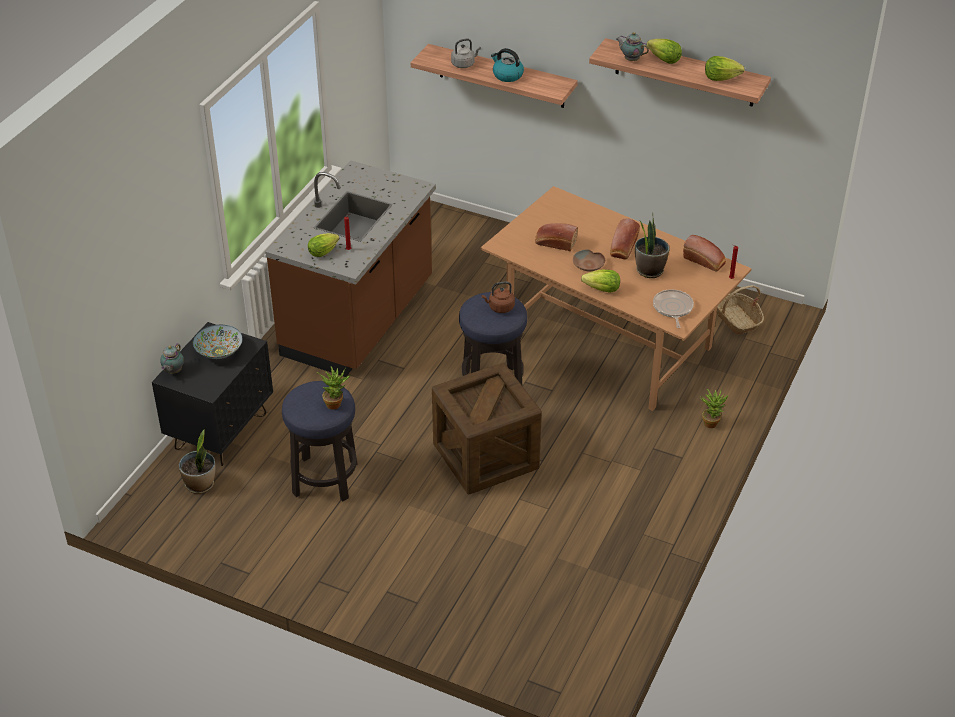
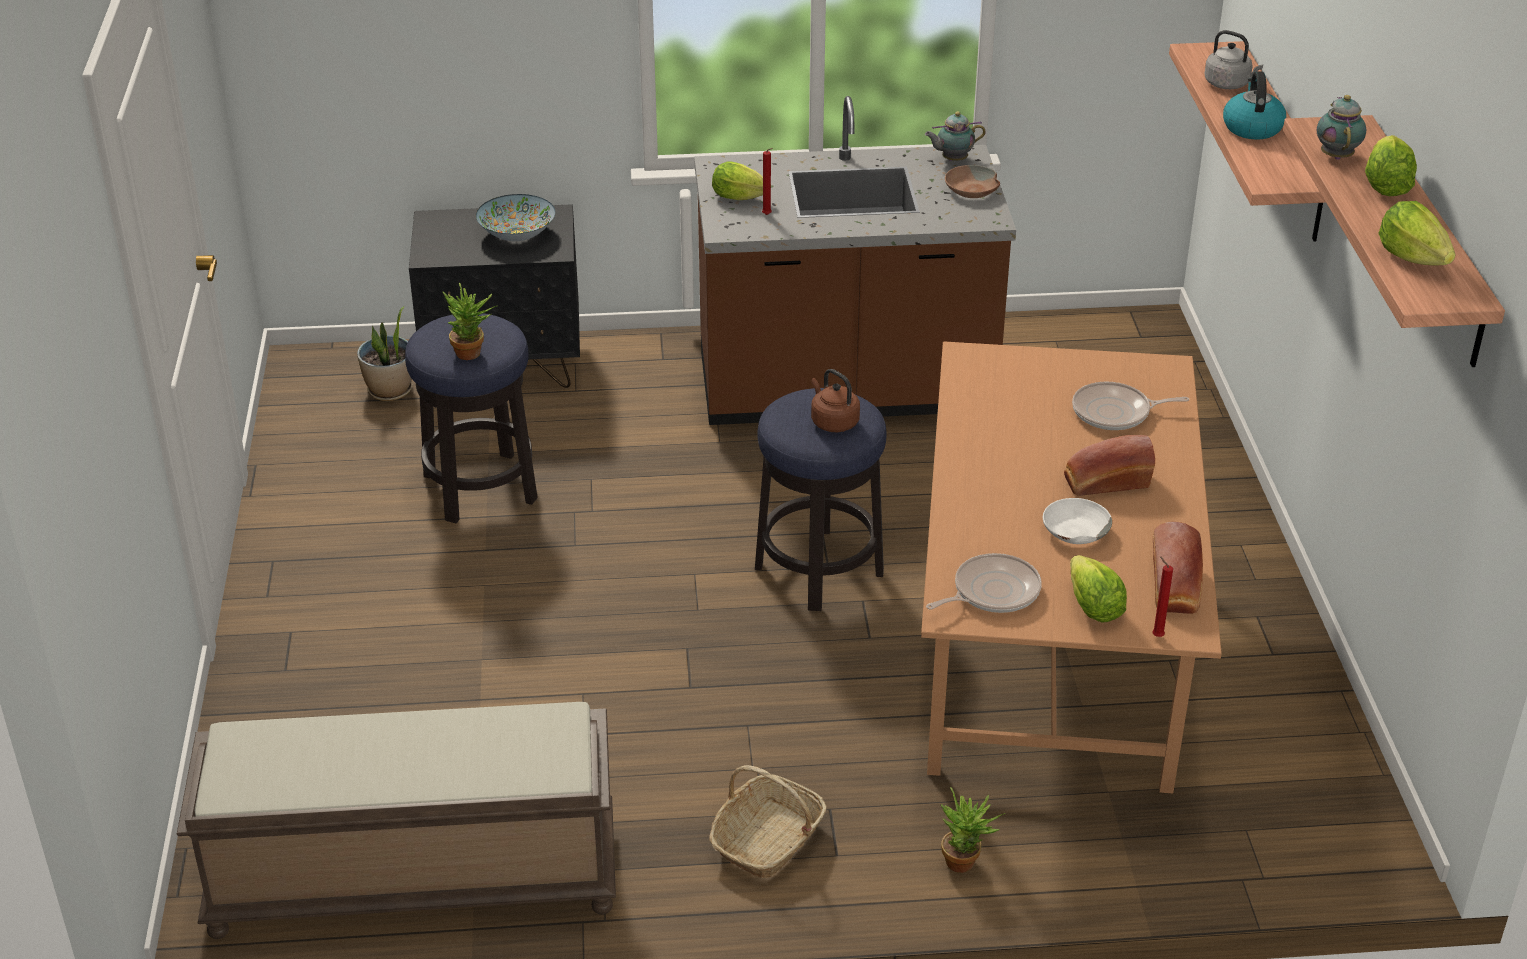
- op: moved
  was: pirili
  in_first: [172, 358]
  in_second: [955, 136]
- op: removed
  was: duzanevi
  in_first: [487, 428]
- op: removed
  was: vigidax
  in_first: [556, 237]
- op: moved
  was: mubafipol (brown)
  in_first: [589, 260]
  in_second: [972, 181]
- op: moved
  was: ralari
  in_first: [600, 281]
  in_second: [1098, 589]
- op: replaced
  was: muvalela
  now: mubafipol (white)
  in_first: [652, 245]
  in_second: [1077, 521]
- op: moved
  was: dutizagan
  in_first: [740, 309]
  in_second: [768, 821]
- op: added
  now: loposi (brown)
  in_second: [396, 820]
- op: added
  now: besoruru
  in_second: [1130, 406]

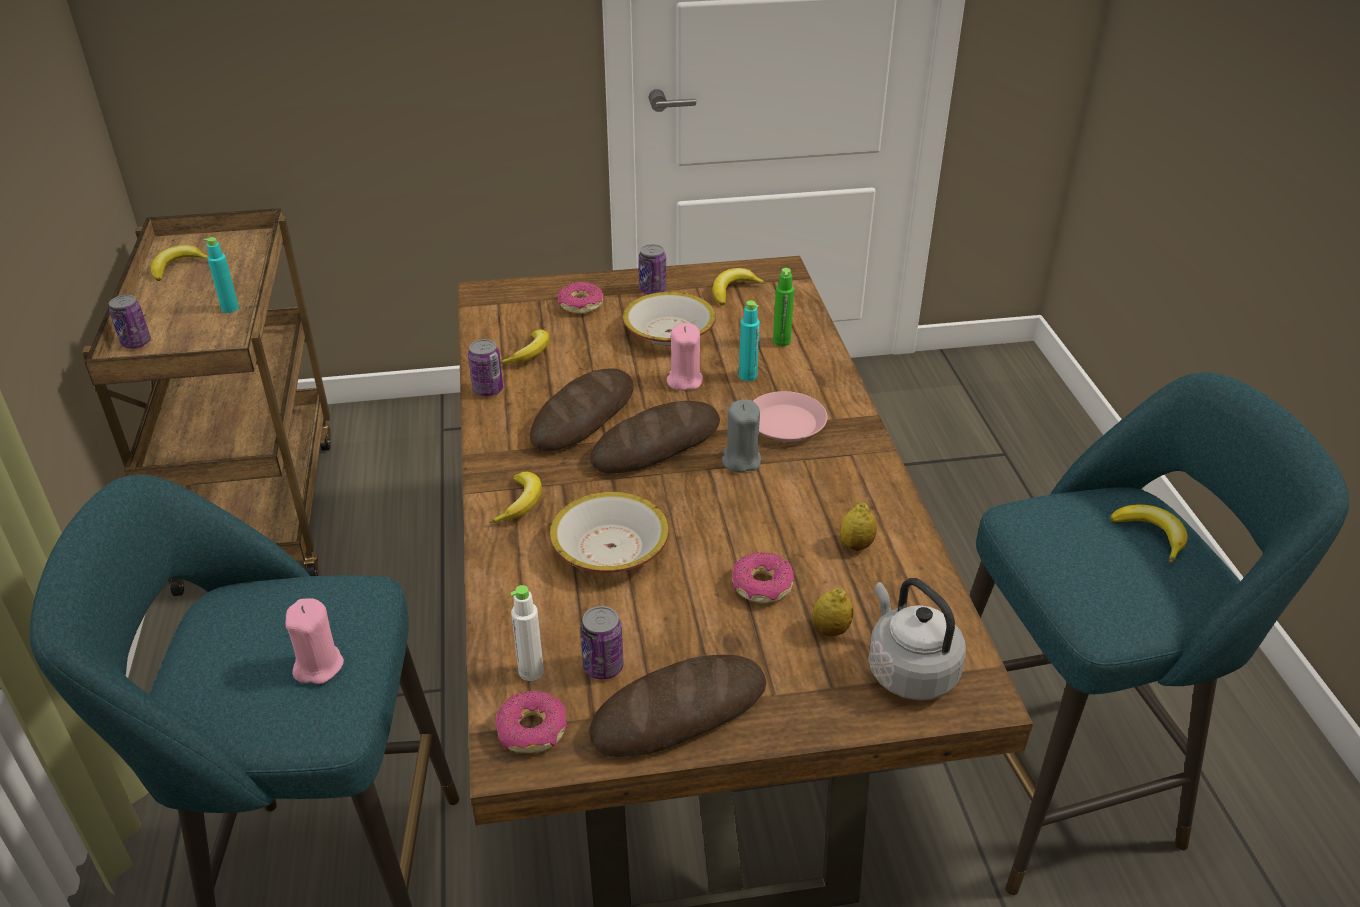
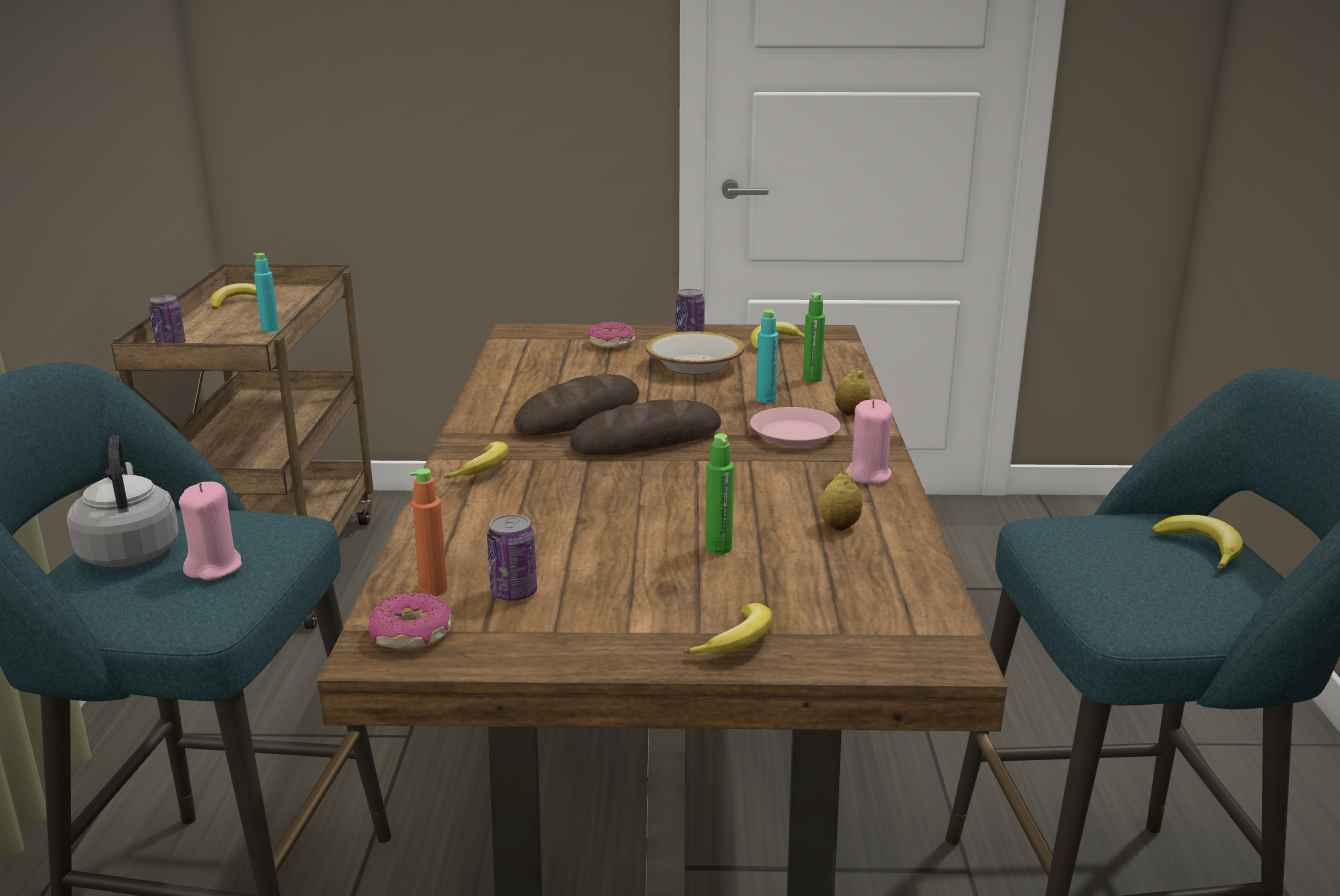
- op: removed
  was: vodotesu
  in_first: [485, 367]
- op: moved
  was: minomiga
  in_first: [525, 346]
  in_second: [727, 628]
- op: recoloured
  was: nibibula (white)
  now: nibibula (orange)
  in_first: [527, 633]
  in_second: [429, 532]
- op: removed
  was: mubafipol
  in_first: [609, 532]
- op: removed
  was: vigidax
  in_first: [677, 706]
- op: moved
  was: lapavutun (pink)
  in_first: [685, 357]
  in_second: [868, 441]
- op: removed
  was: lapavutun (grey)
  in_first: [741, 436]
- op: replaced
  was: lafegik
  now: nibibula (green)
  in_first: [763, 577]
  in_second: [720, 493]
- op: moved
  was: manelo
  in_first: [832, 612]
  in_second: [852, 392]
- op: moved
  was: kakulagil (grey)
  in_first: [917, 639]
  in_second: [123, 501]

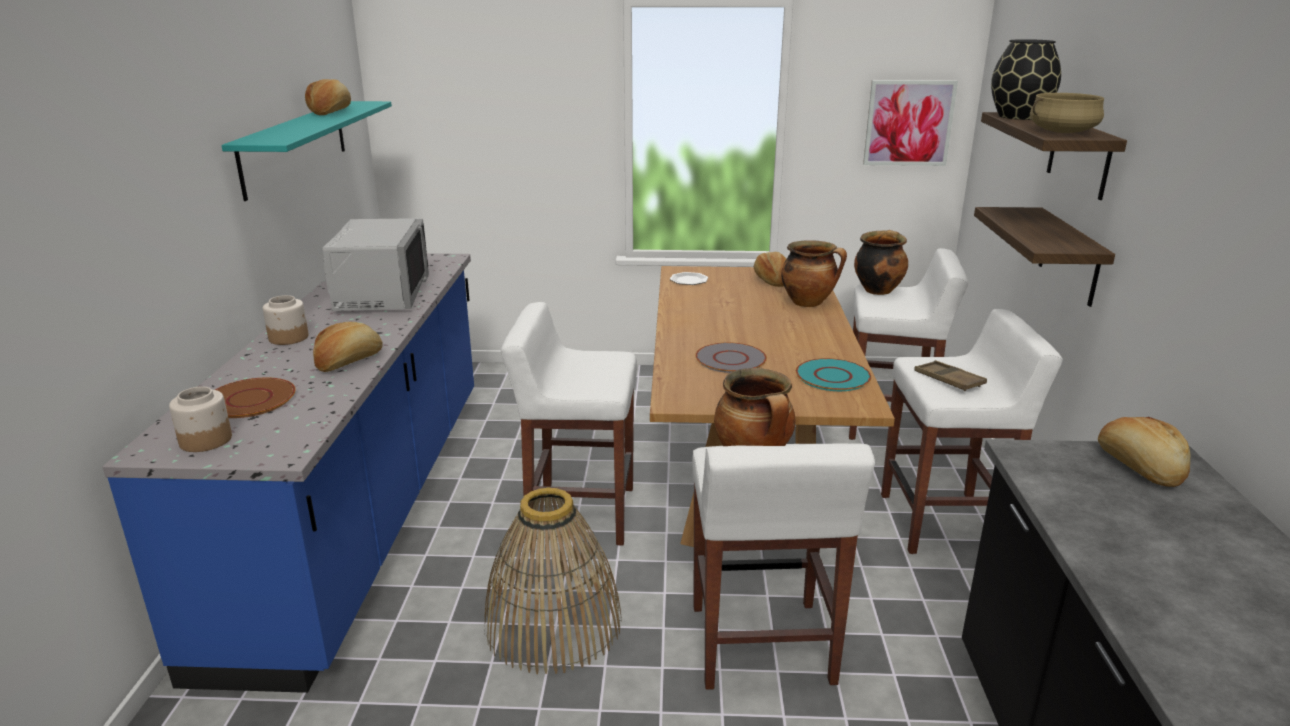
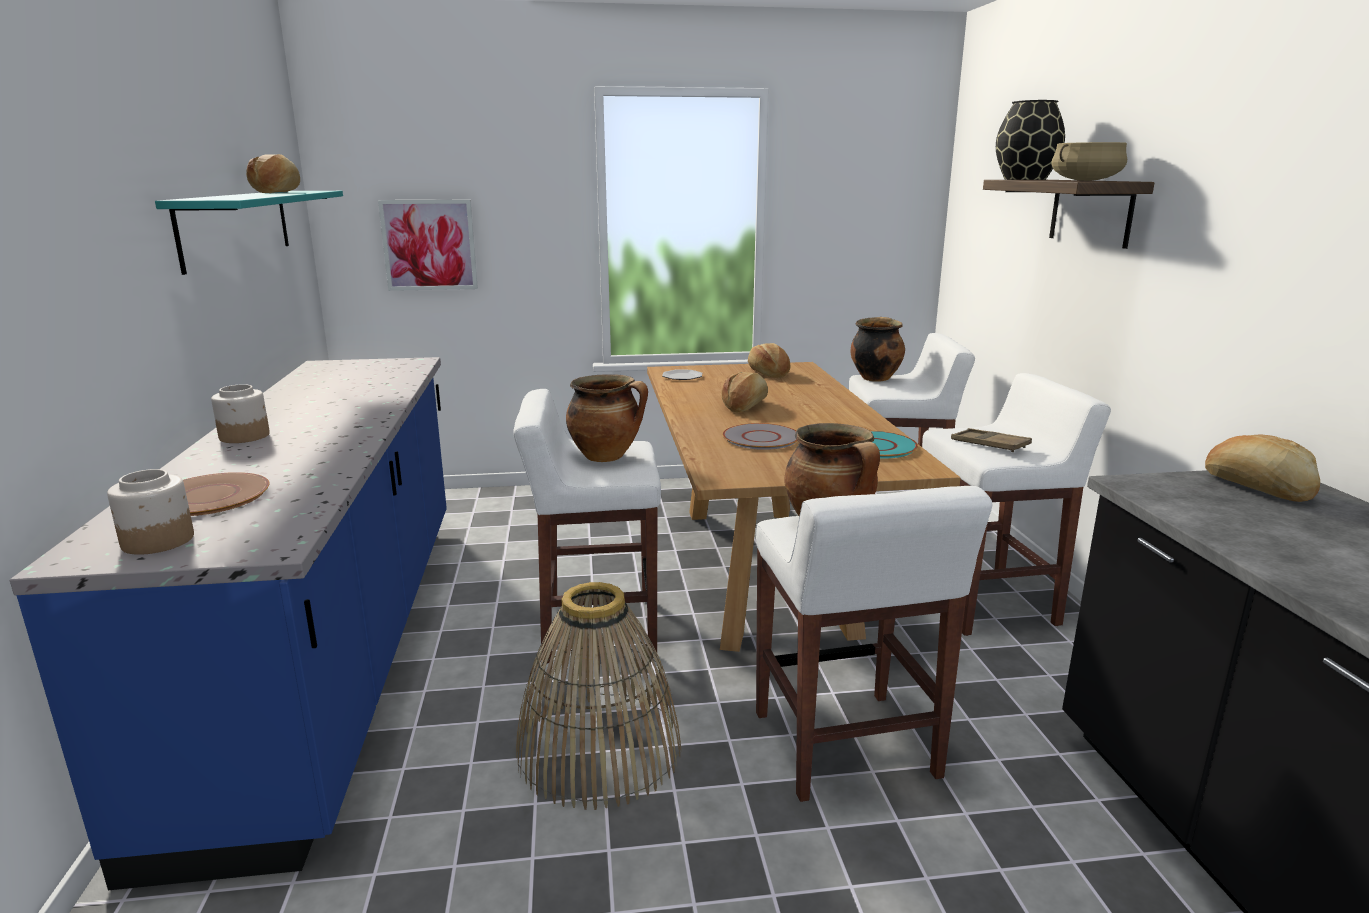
- op: moved
  was: vigidax
  in_first: [348, 347]
  in_second: [744, 392]
- op: removed
  was: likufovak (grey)
  in_first: [376, 264]
- op: moved
  was: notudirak
  in_first: [814, 273]
  in_second: [607, 418]
- op: moved
  was: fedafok
  in_first: [910, 123]
  in_second: [428, 245]
- op: removed
  was: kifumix
  in_first: [1044, 257]

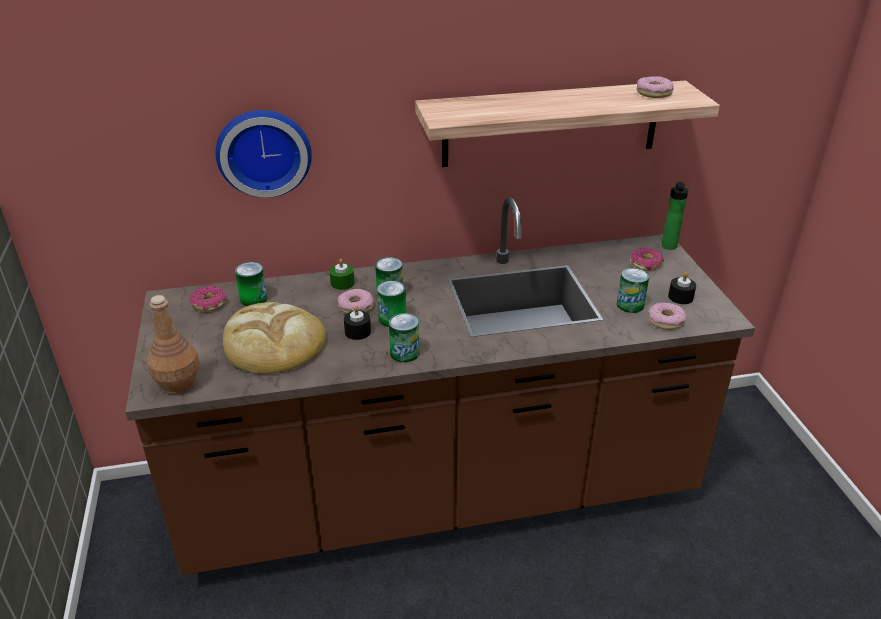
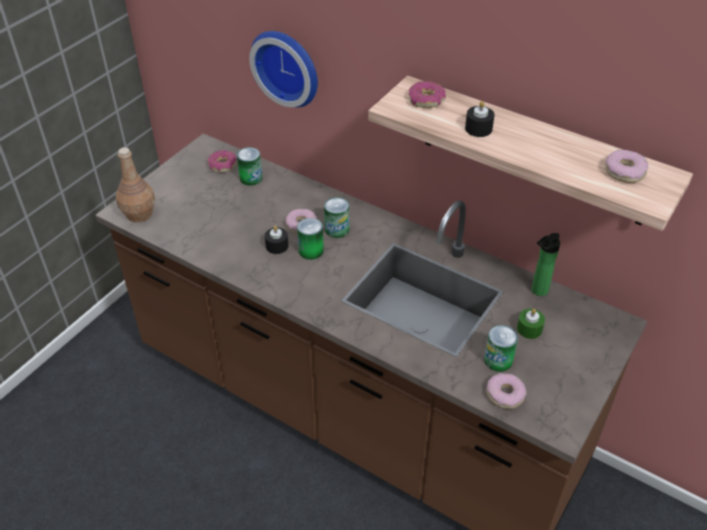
- op: removed
  was: vigidax
  in_first: [274, 338]
- op: moved
  was: lapavutun (green)
  in_first: [342, 274]
  in_second: [531, 324]
- op: removed
  was: vodotesu
  in_first: [404, 338]
- op: moved
  was: lafegik
  in_first: [647, 259]
  in_second: [427, 94]
- op: moved
  was: nibibula
  in_first: [674, 216]
  in_second: [546, 264]
- op: moved
  was: lapavutun (black)
  in_first: [682, 288]
  in_second: [480, 119]

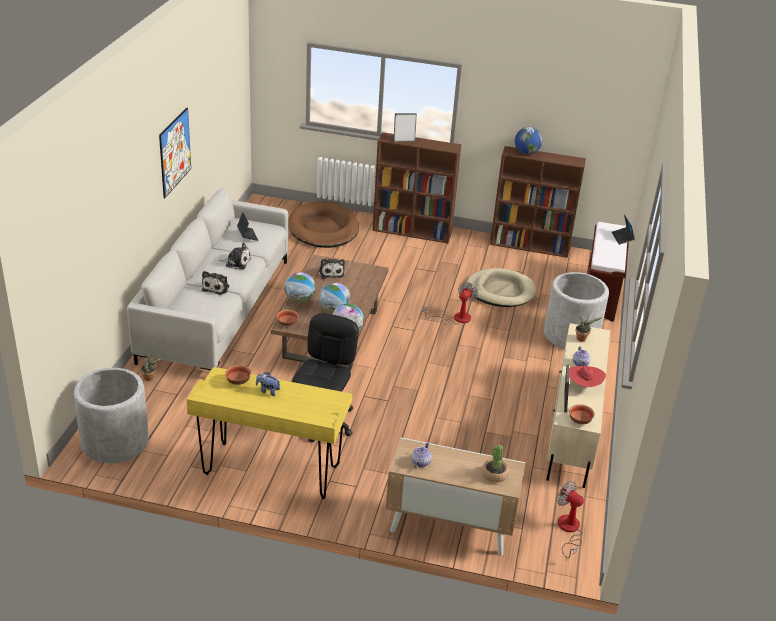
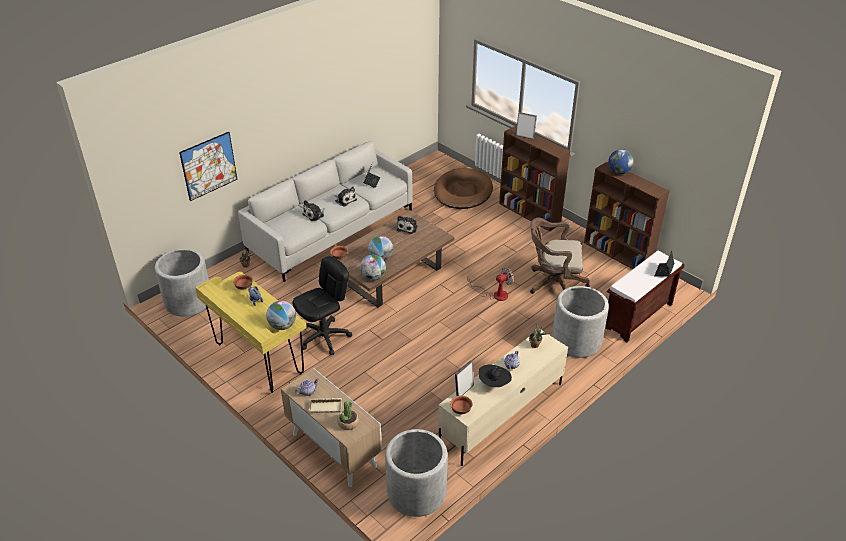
- op: moved
  was: fedafok
  in_first: [175, 153]
  in_second: [208, 166]
- op: moved
  was: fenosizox
  in_first: [300, 288]
  in_second: [281, 315]
- op: replaced
  was: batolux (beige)
  now: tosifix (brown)
  in_first: [501, 287]
  in_second: [560, 256]
- op: replaced
  was: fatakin
  now: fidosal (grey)
  in_first: [570, 519]
  in_second: [416, 473]
- op: recoloured
  was: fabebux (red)
  now: fabebux (black)
  in_first: [587, 376]
  in_second: [495, 375]
- op: added
  now: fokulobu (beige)
  in_second: [325, 405]

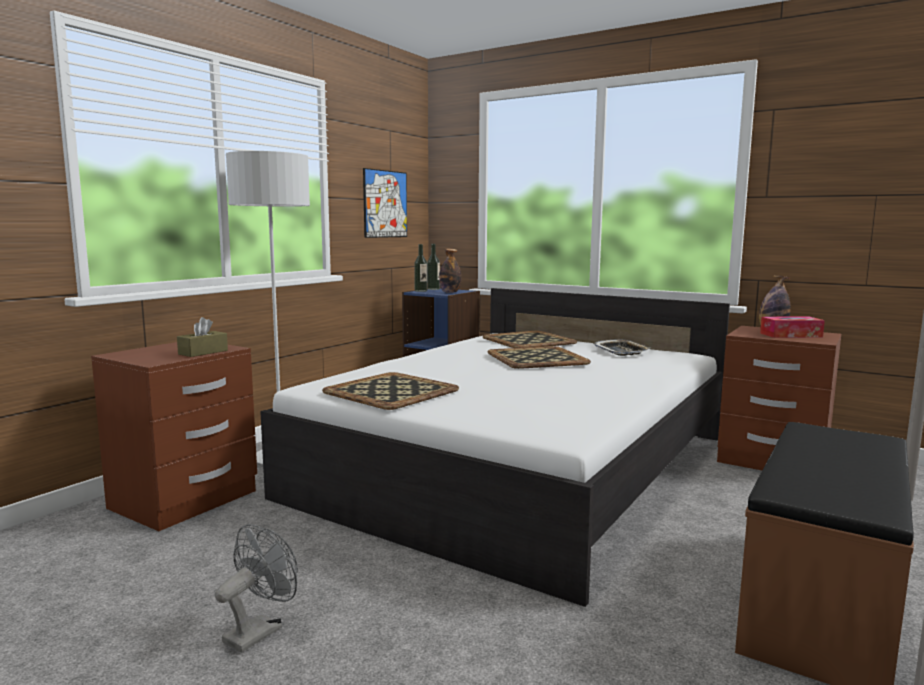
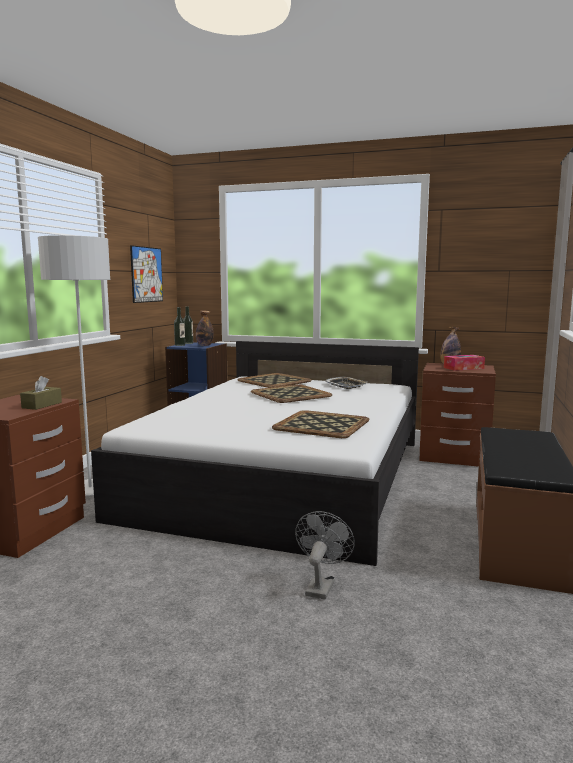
- op: moved
  was: fatakin (grey)
  in_first: [256, 588]
  in_second: [325, 555]
- op: moved
  was: fokulobu
  in_first: [390, 391]
  in_second: [320, 424]

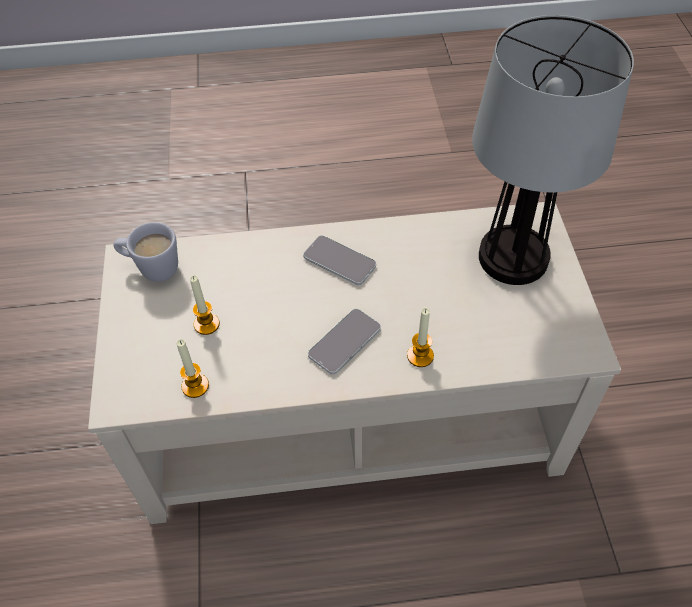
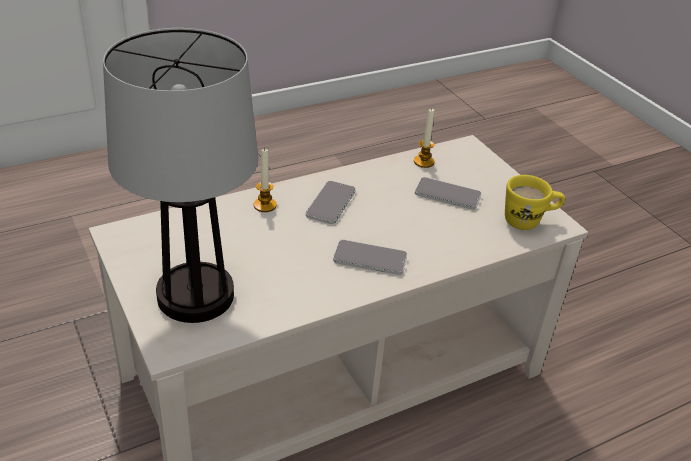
- op: recoloured
  was: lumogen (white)
  now: lumogen (yellow)
  in_first: [146, 252]
  in_second: [535, 202]
- op: replaced
  was: lapavutun
  now: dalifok
  in_first: [205, 305]
  in_second: [448, 193]

